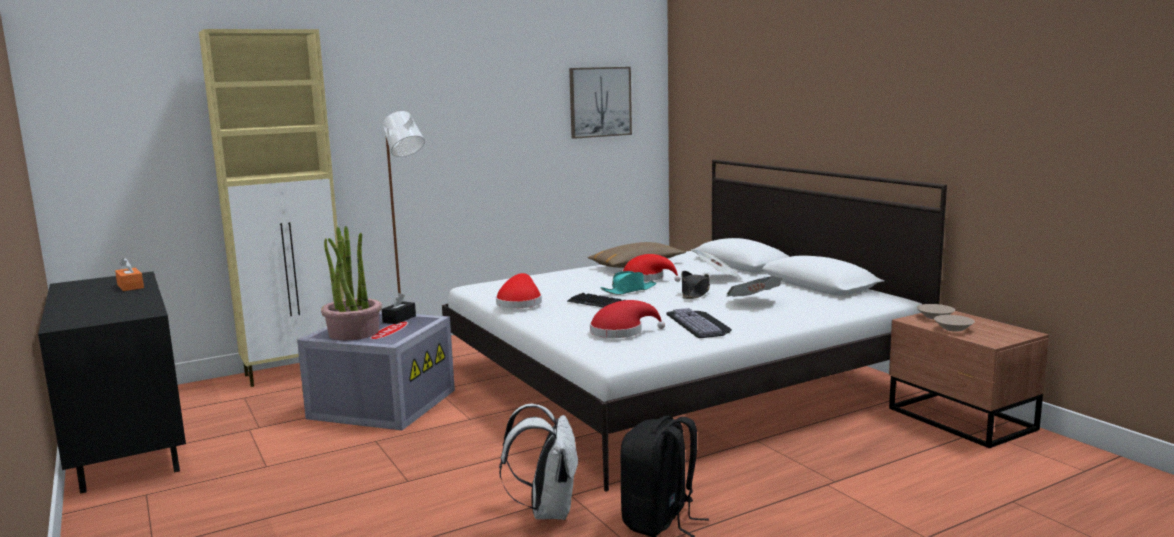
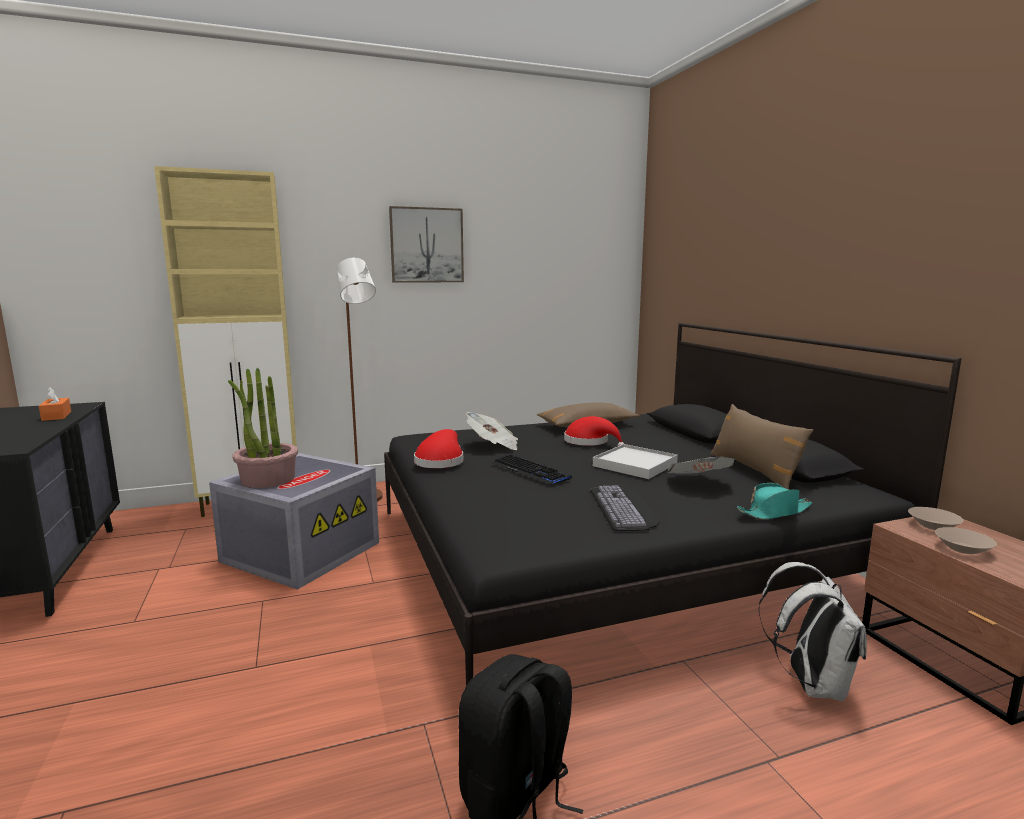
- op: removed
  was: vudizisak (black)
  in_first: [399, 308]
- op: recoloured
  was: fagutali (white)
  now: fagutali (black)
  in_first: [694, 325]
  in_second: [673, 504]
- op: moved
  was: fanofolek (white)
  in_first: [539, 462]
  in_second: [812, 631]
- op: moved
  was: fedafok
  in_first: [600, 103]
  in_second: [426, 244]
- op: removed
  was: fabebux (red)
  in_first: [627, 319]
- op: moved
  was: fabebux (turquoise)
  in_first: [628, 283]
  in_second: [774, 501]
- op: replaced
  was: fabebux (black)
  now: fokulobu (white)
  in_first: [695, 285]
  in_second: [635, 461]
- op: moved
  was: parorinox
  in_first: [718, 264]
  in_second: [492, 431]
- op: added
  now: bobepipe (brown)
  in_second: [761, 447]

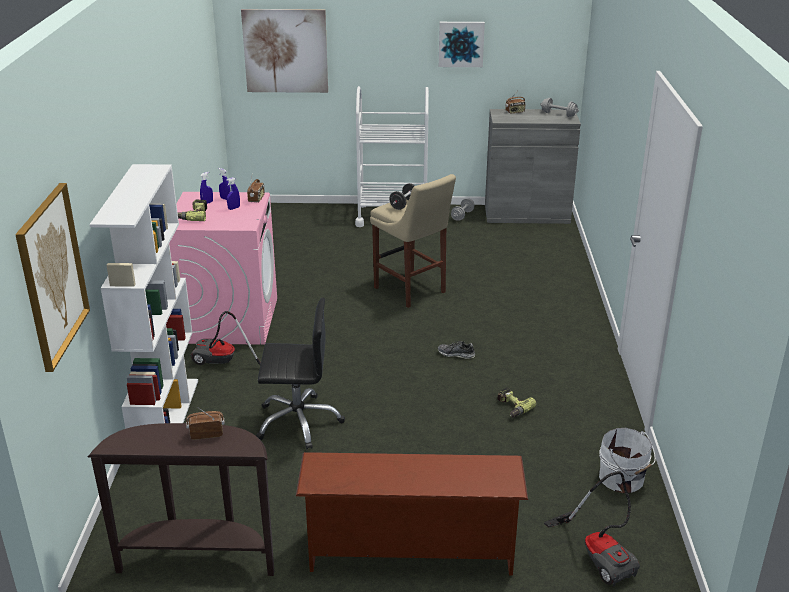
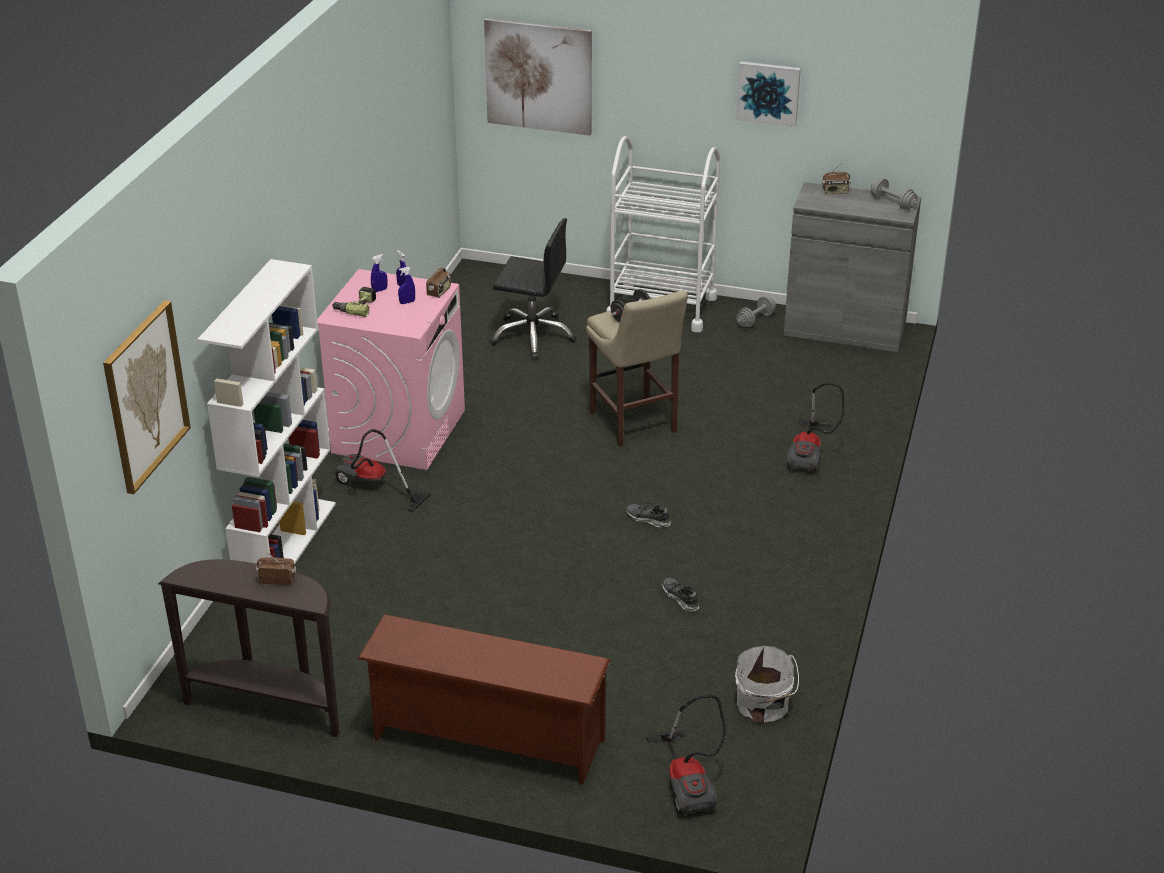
- op: moved
  was: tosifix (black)
  in_first: [300, 373]
  in_second: [533, 288]
- op: replaced
  was: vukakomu
  now: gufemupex
  in_first: [517, 402]
  in_second: [680, 594]
- op: added
  now: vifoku
  in_second: [815, 428]

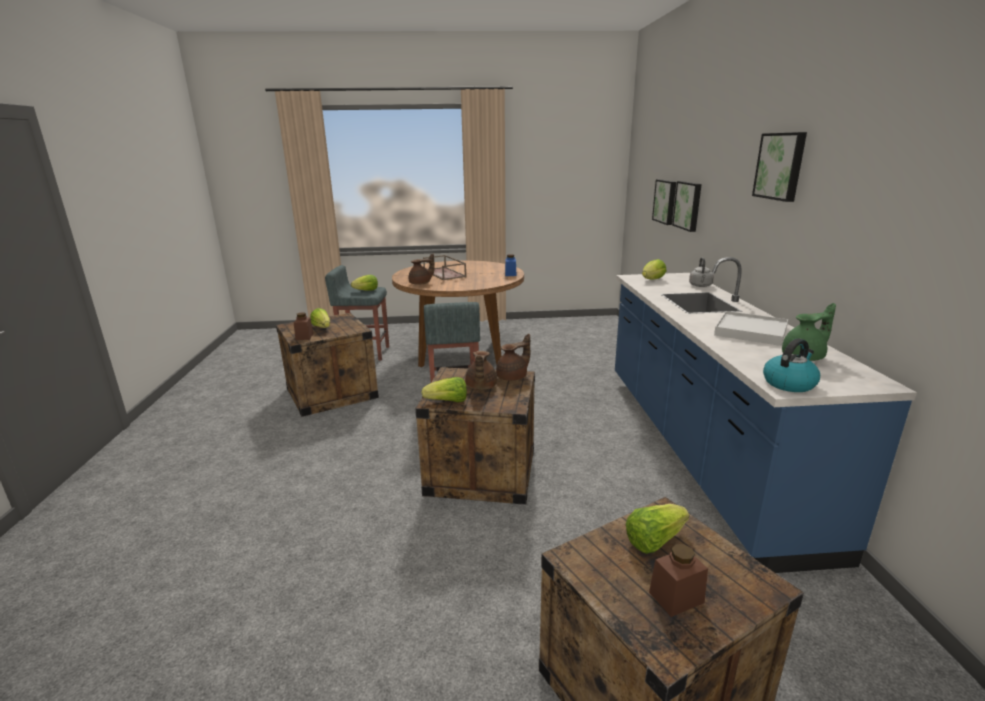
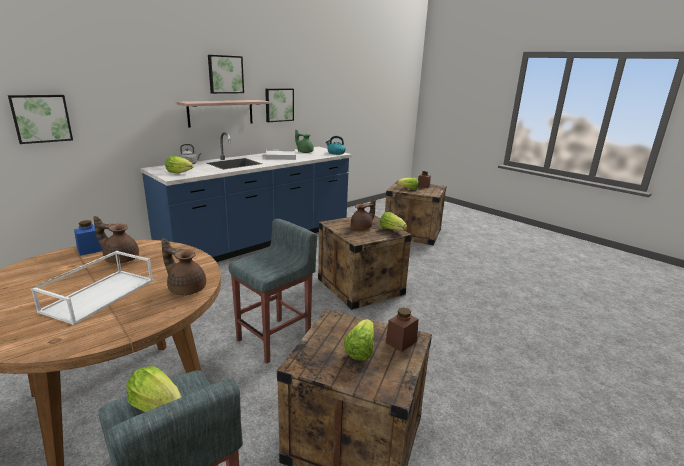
- op: recoloured
  was: fokulobu (brown)
  now: fokulobu (white)
  in_first: [445, 267]
  in_second: [92, 288]
- op: moved
  was: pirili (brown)
  in_first: [513, 357]
  in_second: [116, 240]
- op: moved
  was: fedafok
  in_first: [687, 206]
  in_second: [279, 105]
- op: added
  now: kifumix
  in_second: [223, 113]

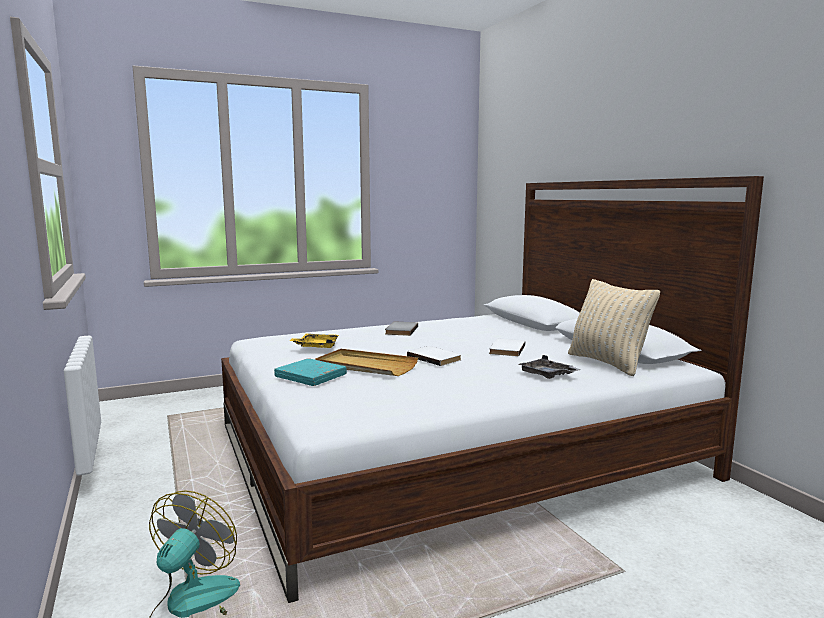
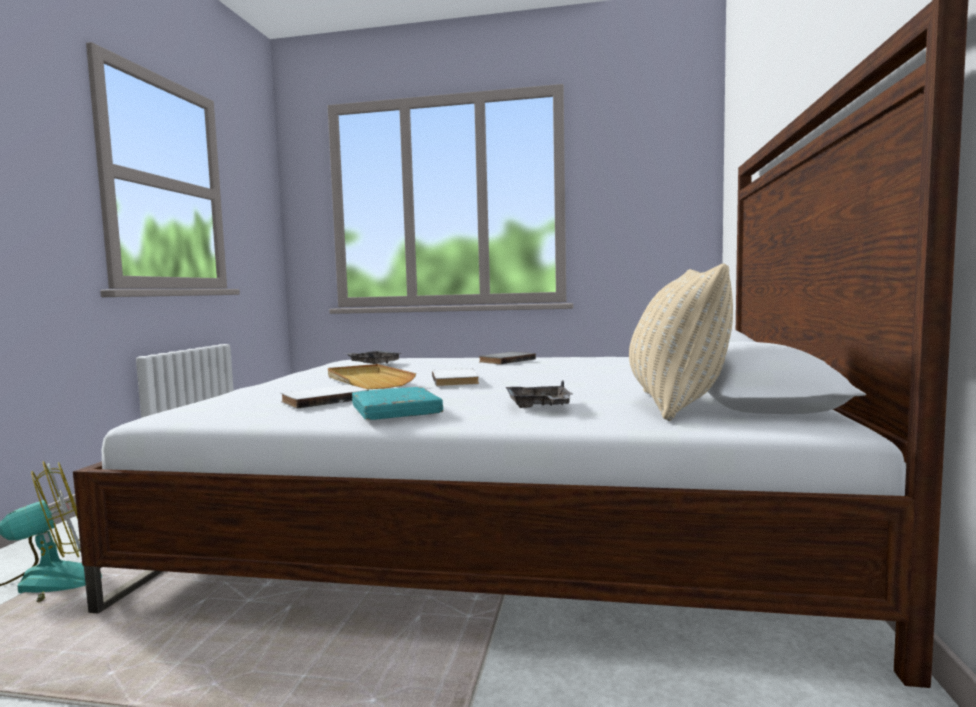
- op: moved
  was: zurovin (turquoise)
  in_first: [310, 372]
  in_second: [397, 403]
- op: recoloured
  was: fokulobu (yellow)
  now: fokulobu (grey)
  in_first: [314, 340]
  in_second: [375, 357]
- op: moved
  was: zurovin (white)
  in_first: [507, 348]
  in_second: [324, 397]

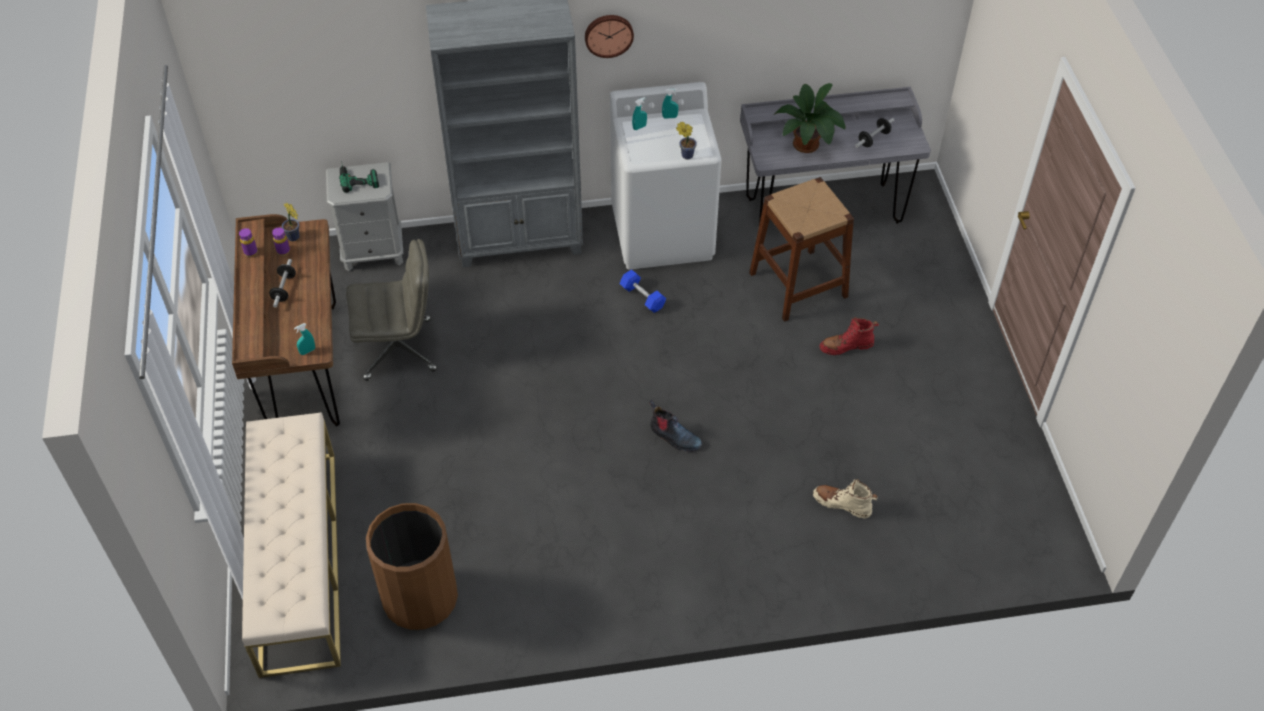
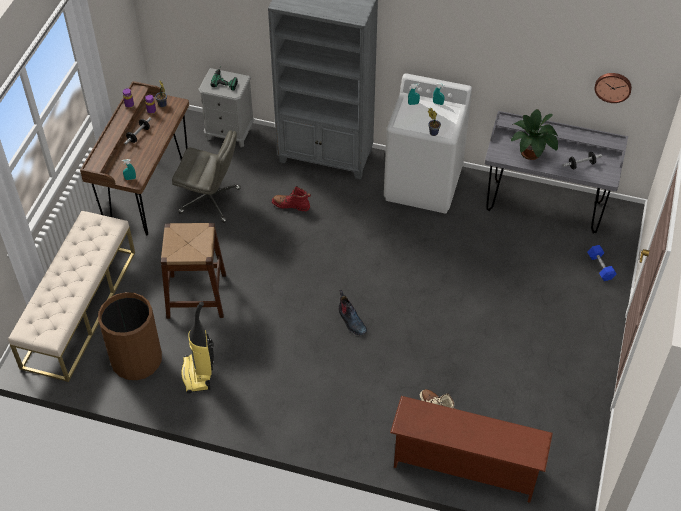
- op: moved
  was: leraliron
  in_first: [609, 36]
  in_second: [613, 88]
- op: moved
  was: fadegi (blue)
  in_first: [643, 291]
  in_second: [602, 263]
- op: moved
  was: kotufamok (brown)
  in_first: [801, 249]
  in_second: [193, 271]
- op: moved
  was: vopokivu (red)
  in_first: [849, 336]
  in_second: [291, 198]
- op: added
  now: vifoku
  in_second: [197, 347]
- op: added
  now: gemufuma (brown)
  in_second: [471, 449]

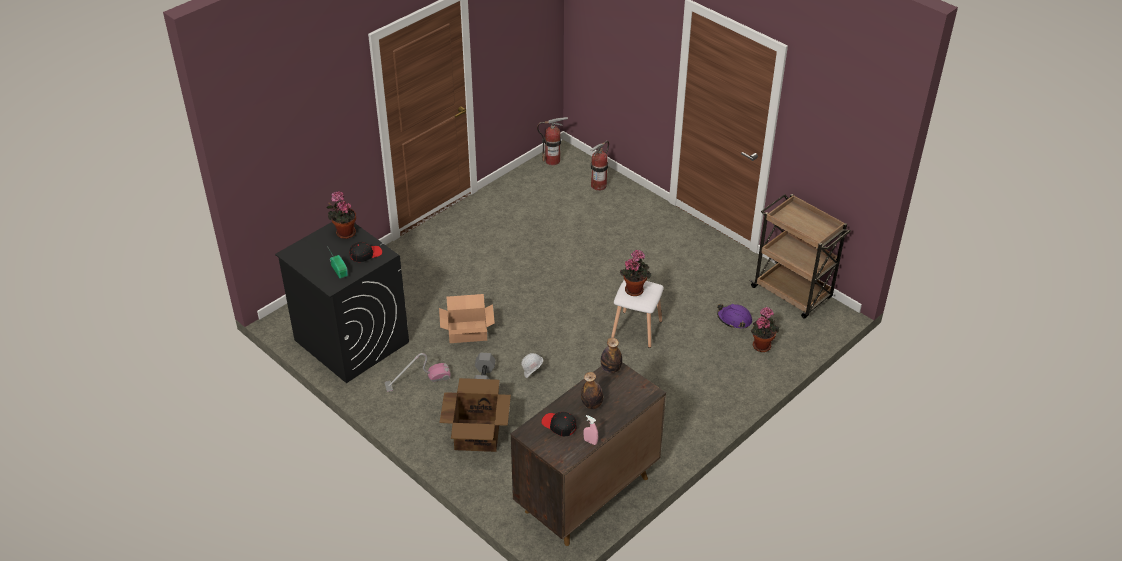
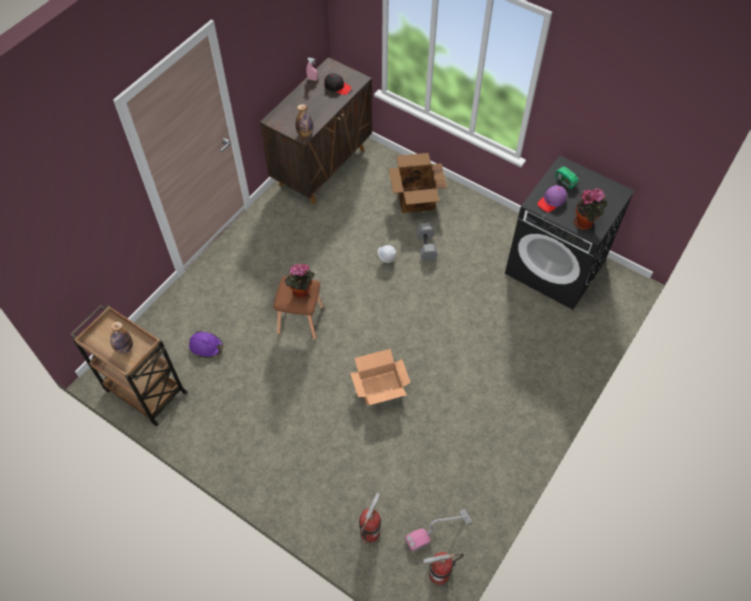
- op: recoloured
  was: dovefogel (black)
  now: dovefogel (purple)
  in_first: [365, 252]
  in_second: [552, 198]
- op: moved
  was: vifoku
  in_first: [418, 372]
  in_second: [438, 530]
- op: moved
  was: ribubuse
  in_first: [467, 318]
  in_second: [380, 377]
- op: moved
  was: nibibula
  in_first: [592, 390]
  in_second: [121, 337]
- op: recoloured
  was: kotufamok (white)
  now: kotufamok (brown)
  in_first: [637, 314]
  in_second: [298, 308]
- op: removed
  was: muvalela
  in_first: [765, 329]

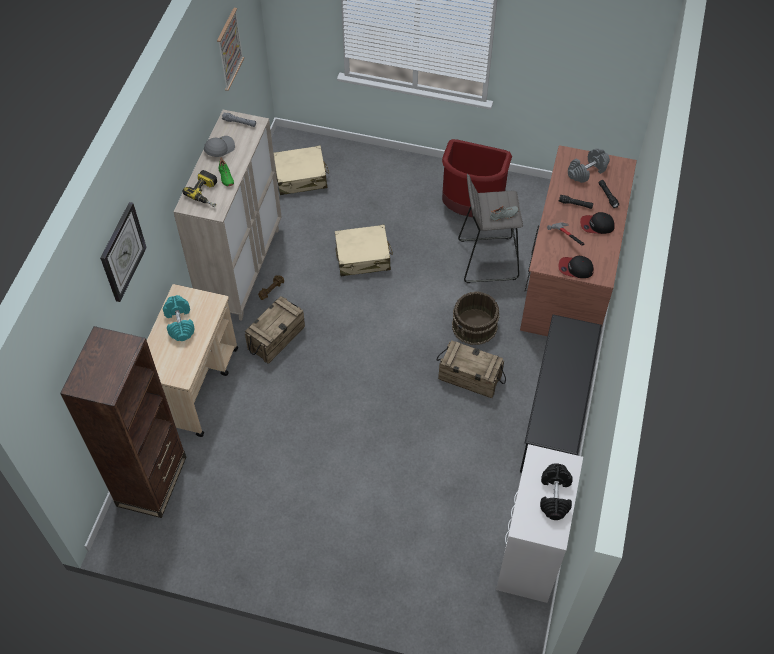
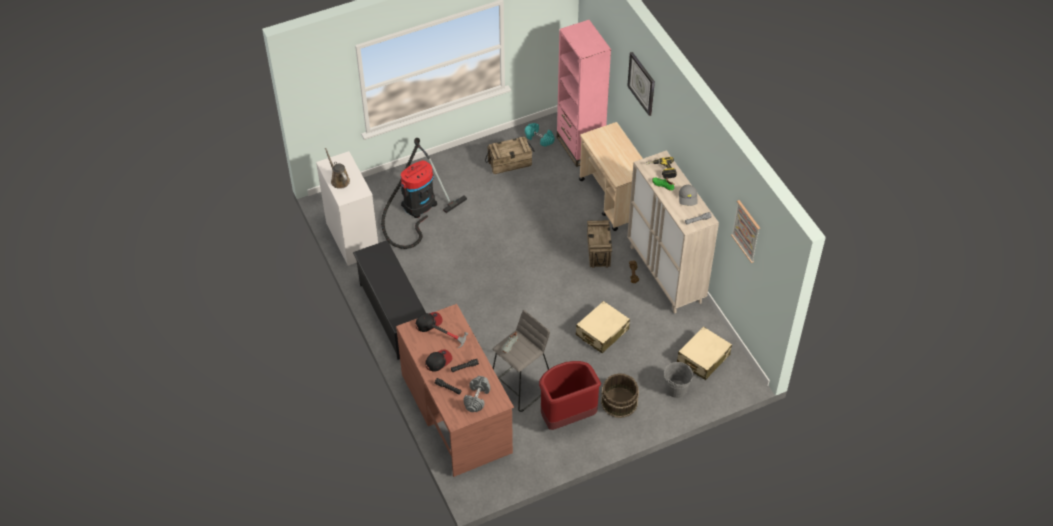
- op: recoloured
  was: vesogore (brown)
  now: vesogore (pink)
  in_first: [123, 422]
  in_second: [584, 93]
- op: moved
  was: fadegi (turquoise)
  in_first: [179, 318]
  in_second: [540, 135]
- op: moved
  was: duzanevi
  in_first: [471, 369]
  in_second: [509, 155]
- op: moved
  was: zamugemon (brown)
  in_first: [475, 318]
  in_second: [620, 395]
- op: replaced
  was: fadegi (black)
  now: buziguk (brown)
  in_first: [556, 491]
  in_second: [337, 168]
- op: added
  now: vifoku
  in_second: [424, 193]
- op: added
  now: zamugemon (grey)
  in_second: [678, 380]

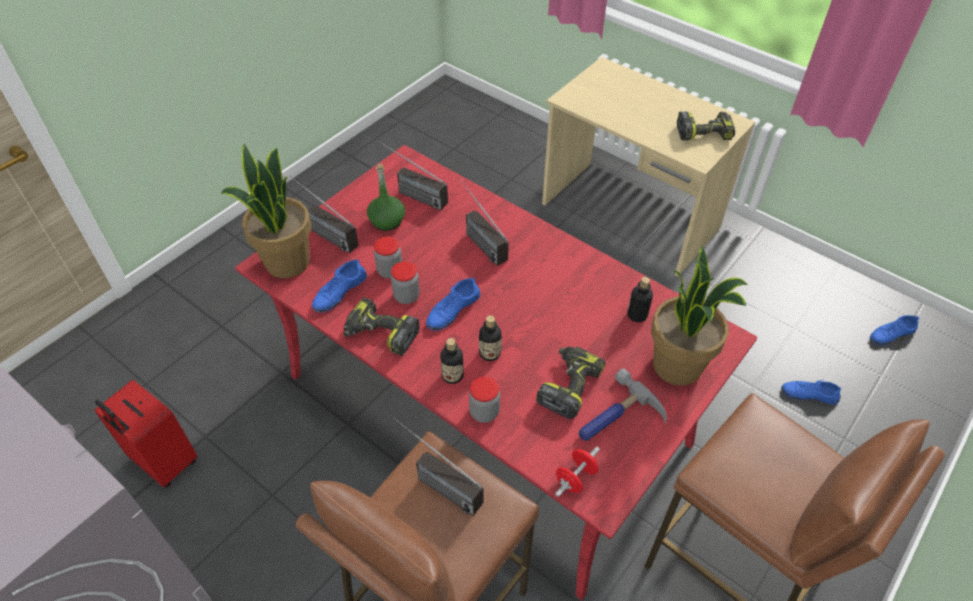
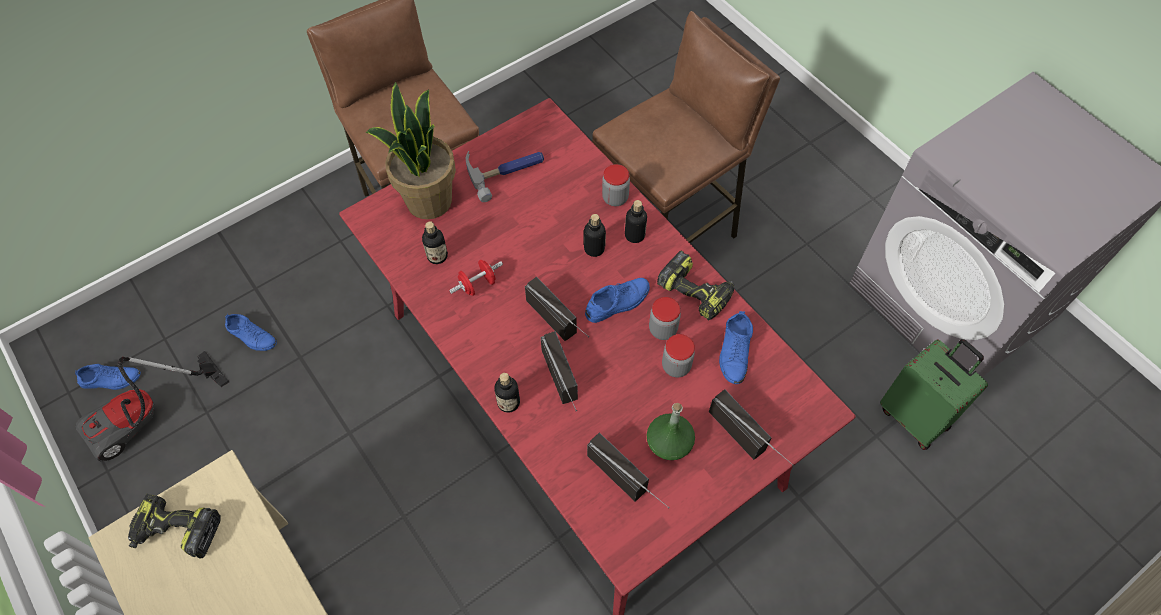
- op: recoloured
  was: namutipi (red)
  now: namutipi (green)
  in_first: [146, 434]
  in_second: [934, 394]
- op: removed
  was: muvalela
  in_first: [265, 210]
- op: turned
  was: gufemupex (blue)
  in_first: [339, 286]
  in_second: [736, 347]
  clockwise: 135
- op: moved
  was: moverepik
  in_first: [438, 467]
  in_second: [557, 309]
- op: removed
  was: vukakomu
  in_first: [571, 382]
- op: moved
  was: fadegi (red)
  in_first: [577, 472]
  in_second: [476, 278]
- op: added
  now: vifoku
  in_second: [152, 406]
- op: added
  now: nibibula
  in_second: [507, 393]

